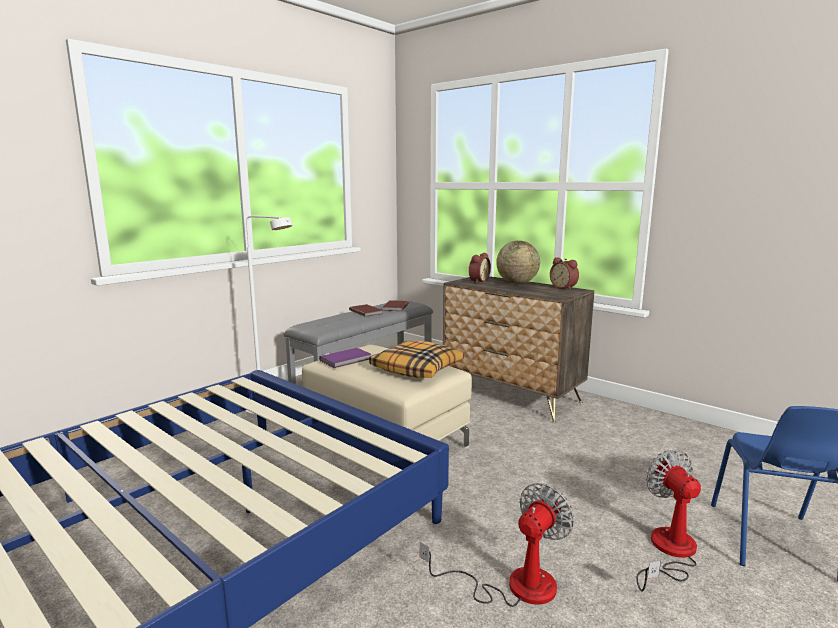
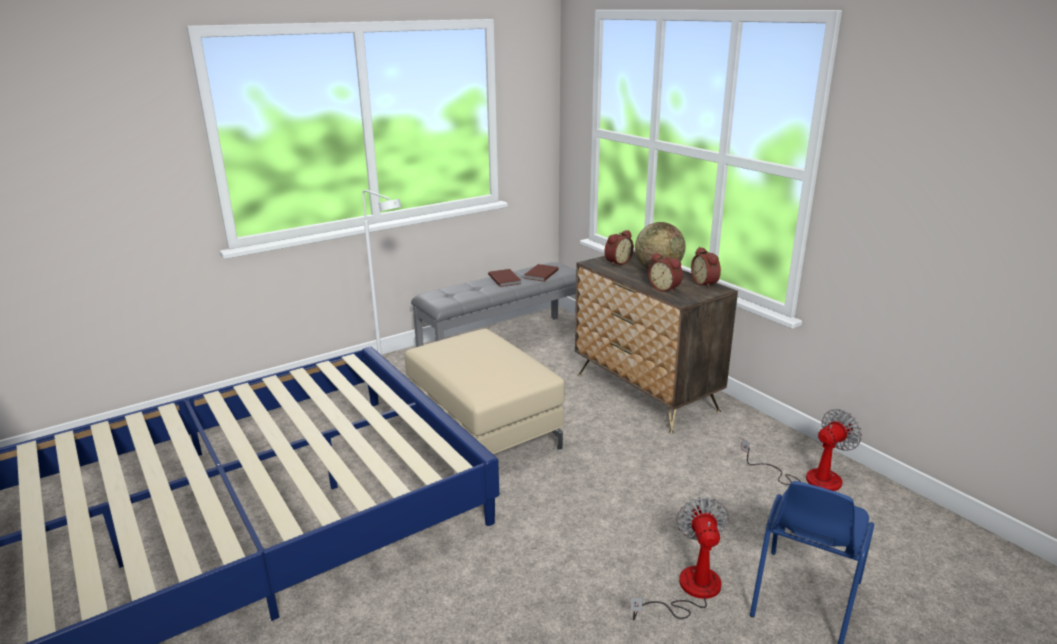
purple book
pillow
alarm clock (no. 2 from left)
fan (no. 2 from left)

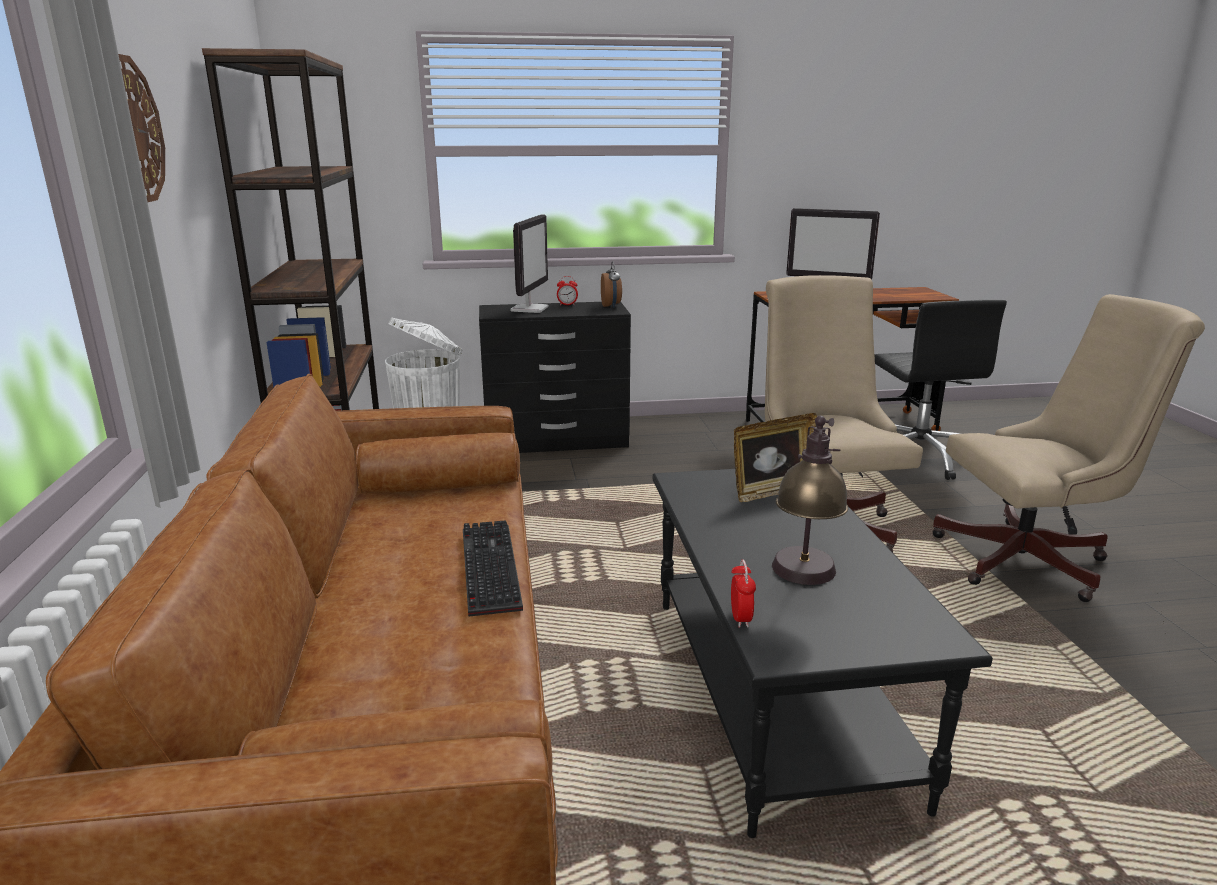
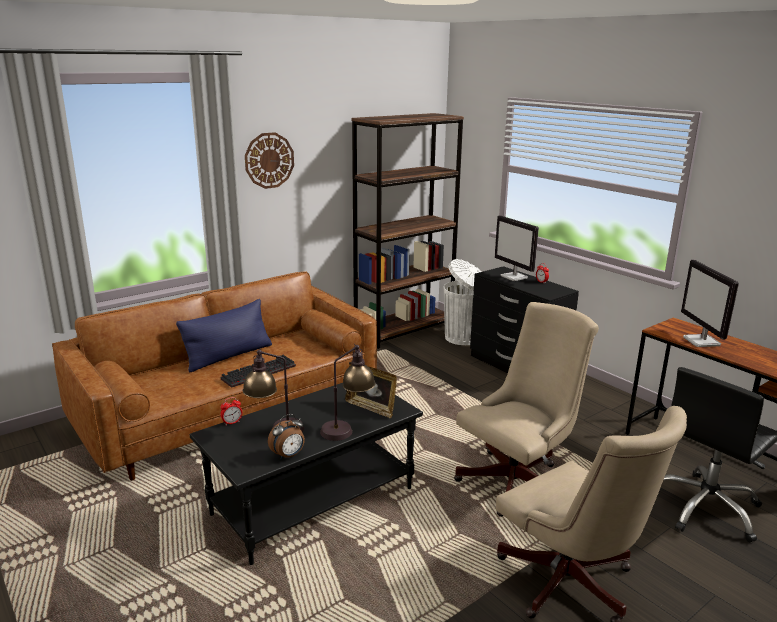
blue pillow
table lamp (no. 2 from left)
alarm clock (no. 2 from left)
monitor (no. 1 from left)

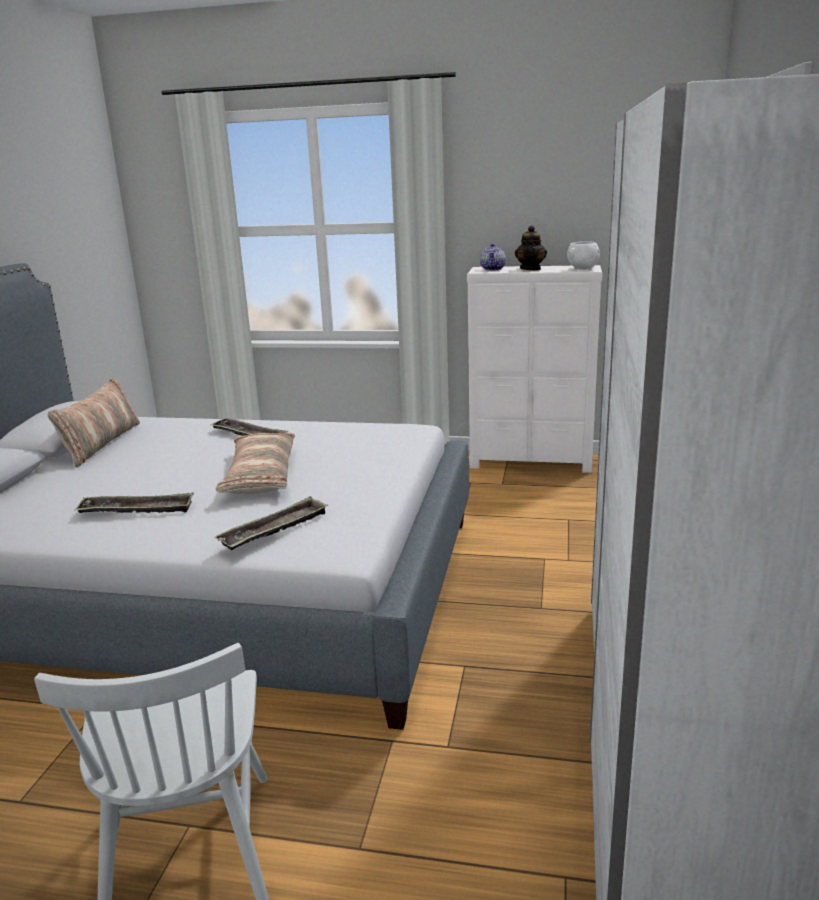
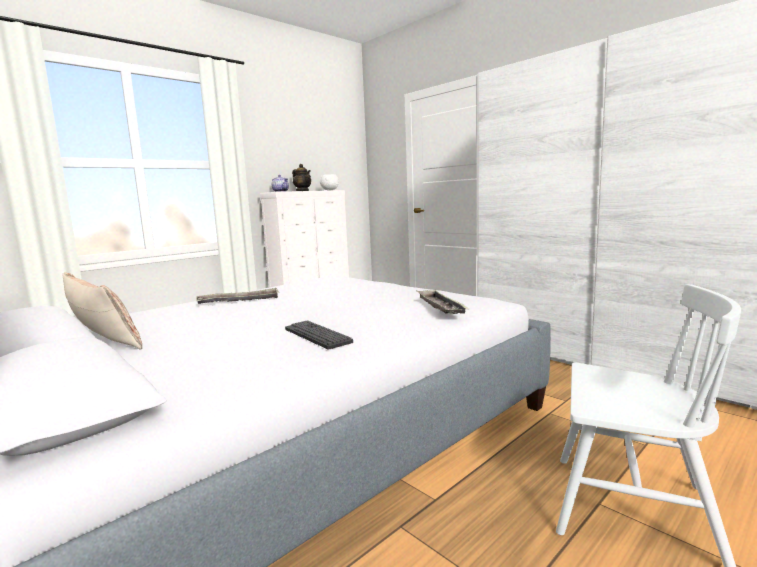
pillow (no. 2 from left in the first image)
keyboard

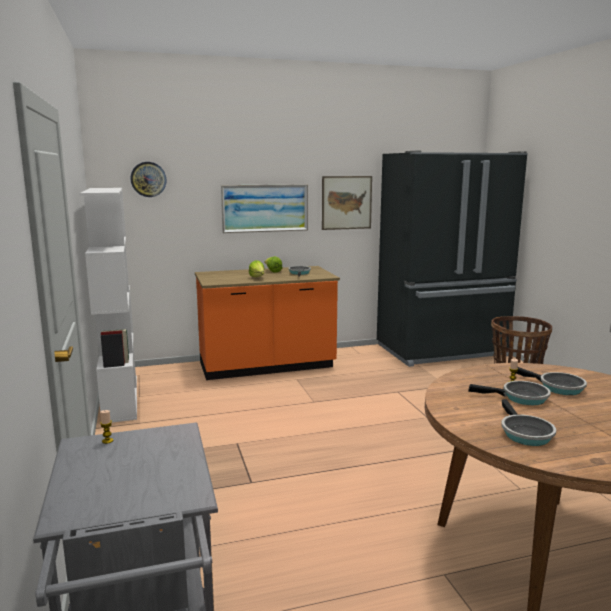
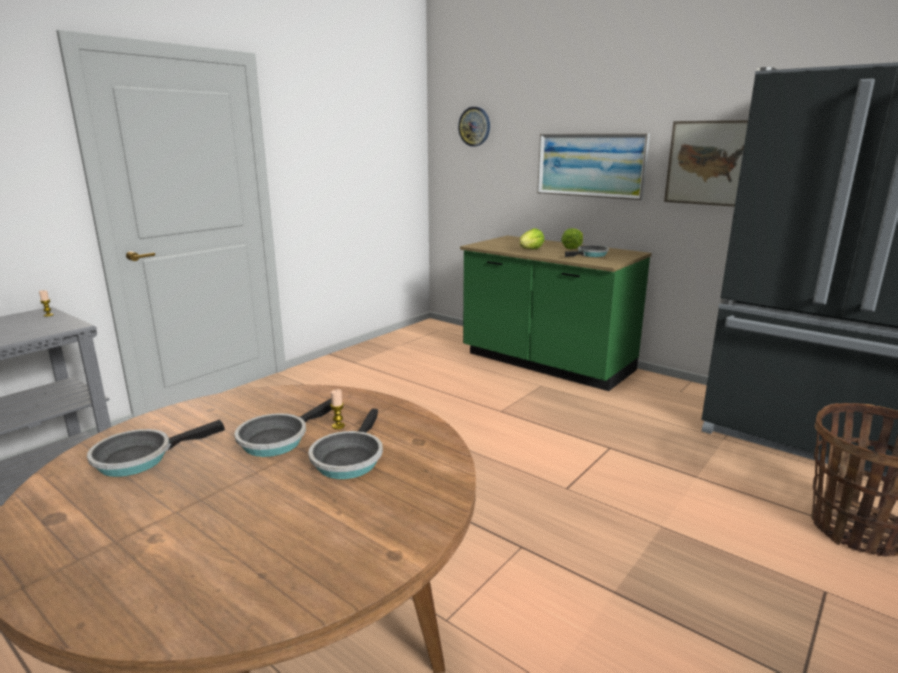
white bookcase
green counter
frying pan (no. 2 from left)

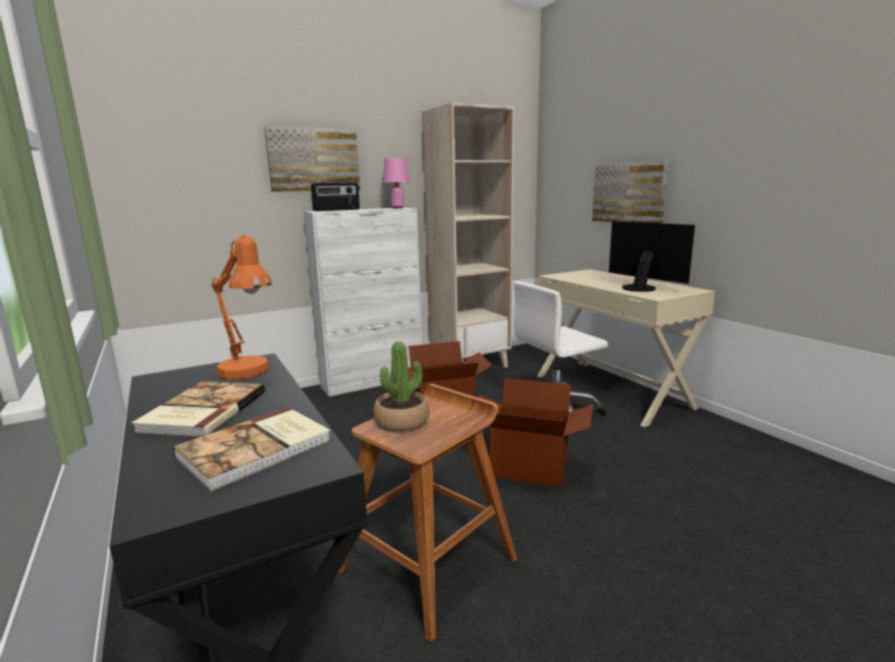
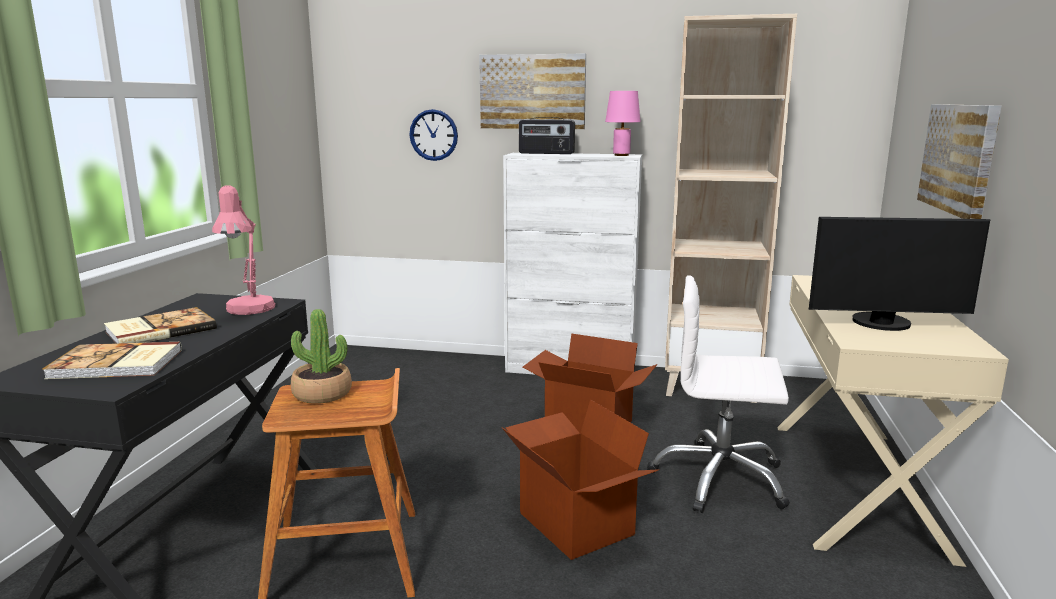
wall clock
pink table lamp (no. 1 from left)
monitor

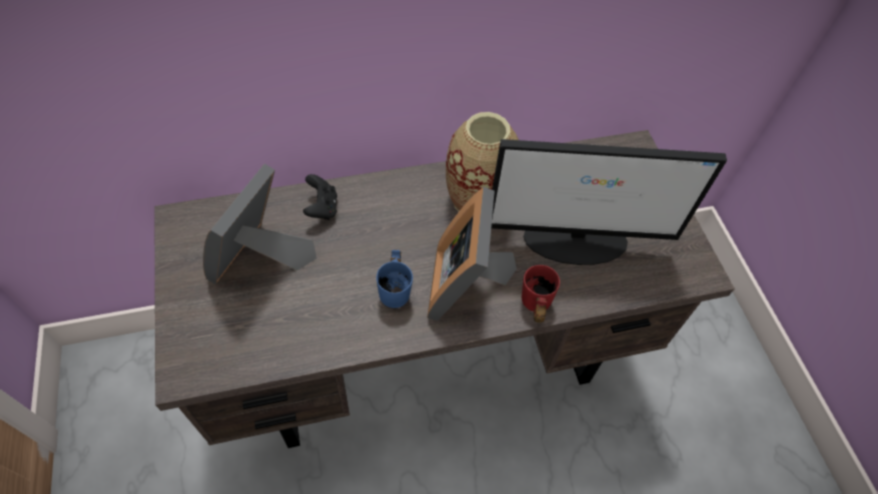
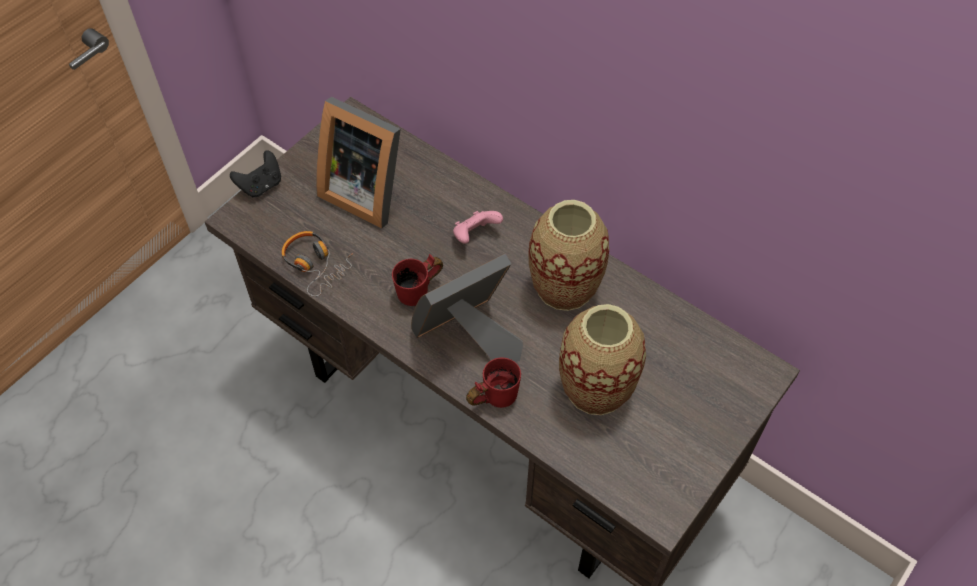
headphones
pink game controller
black game controller
vase (no. 2 from left)
red mug (no. 1 from left)
picture frame (no. 1 from left)

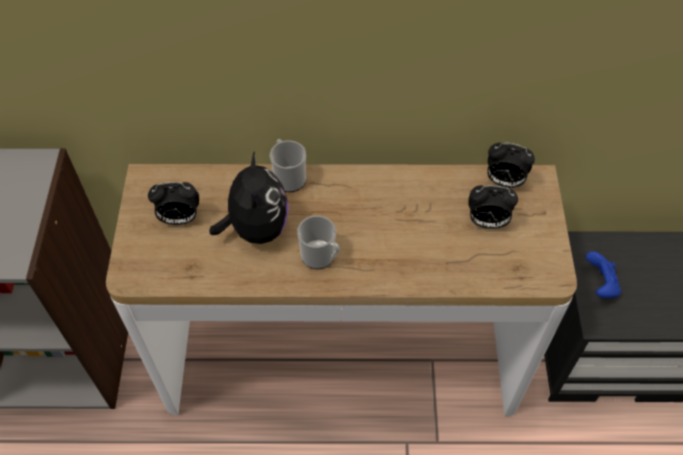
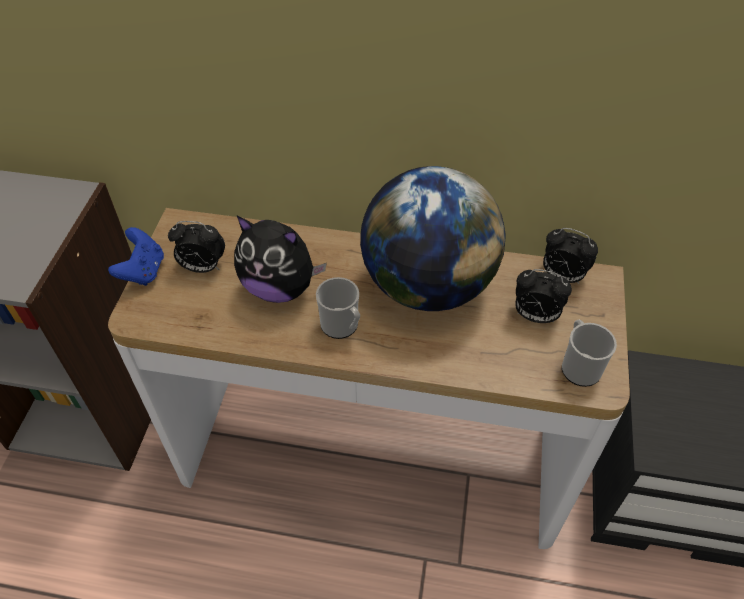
globe
mug (no. 2 from left)
blue game controller
plush toy

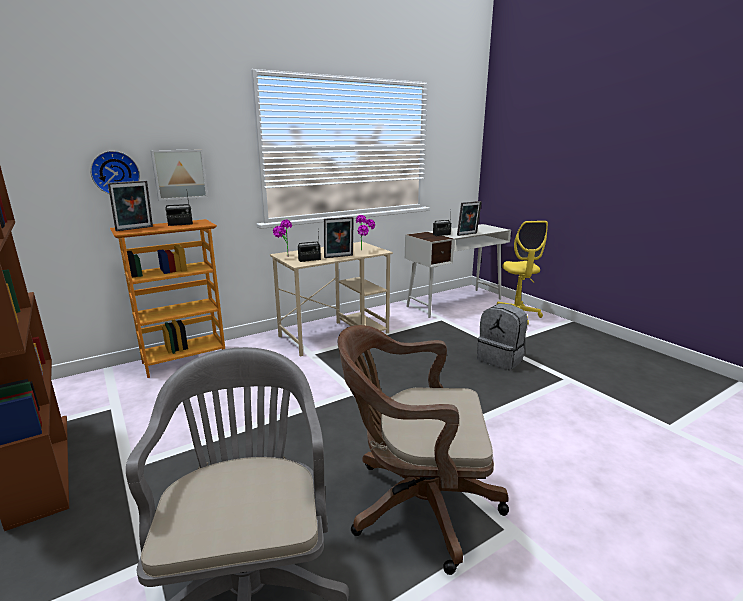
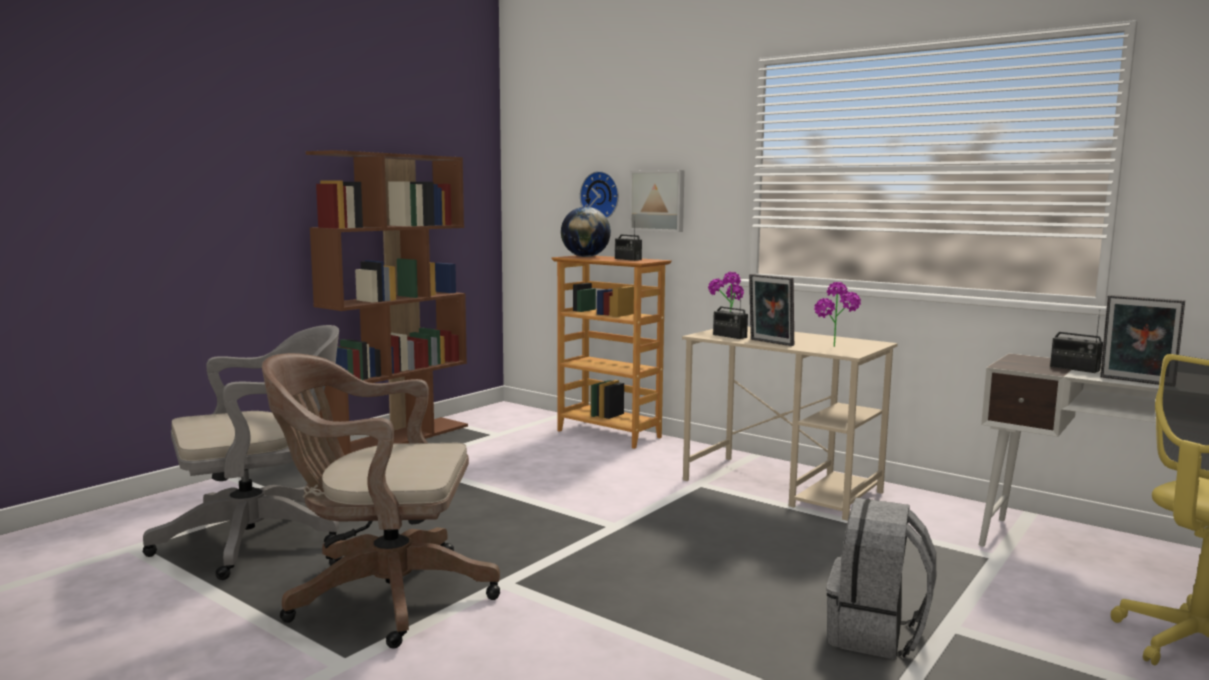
globe
brown office chair

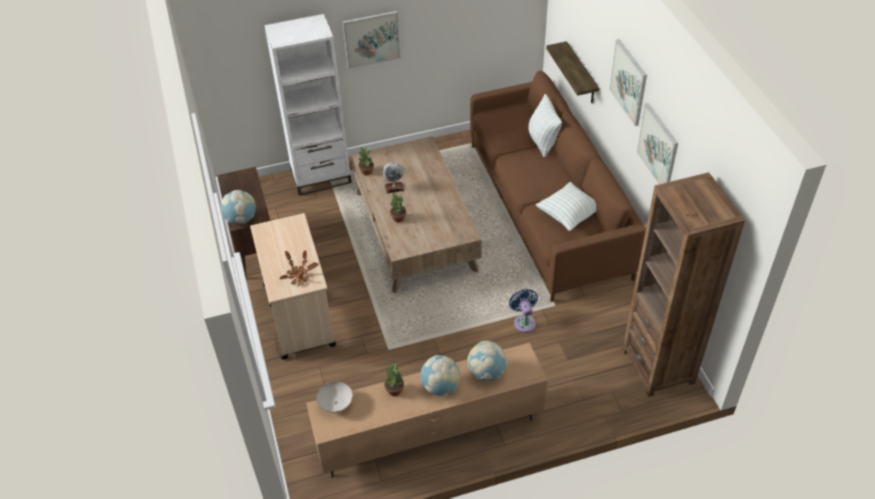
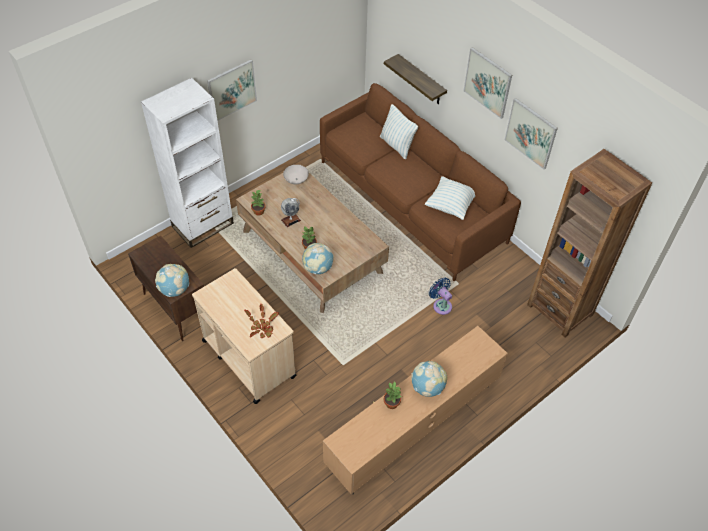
white bowl
globe (no. 3 from left)

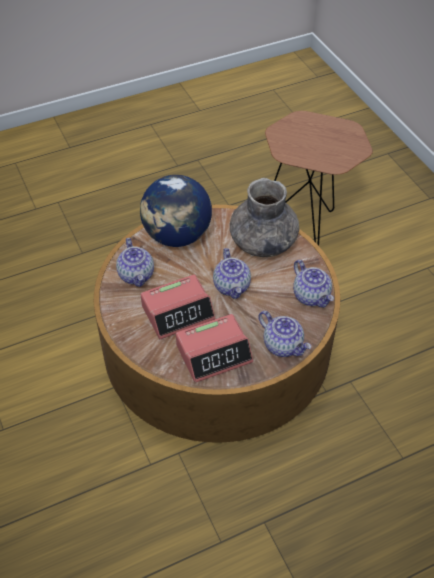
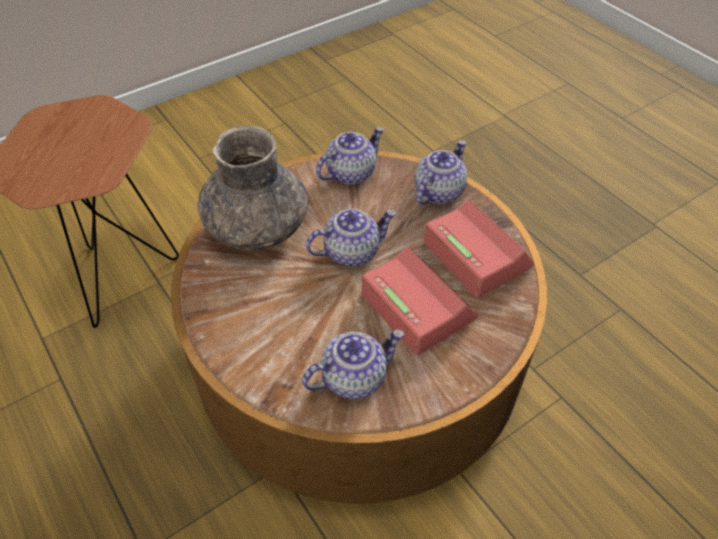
globe

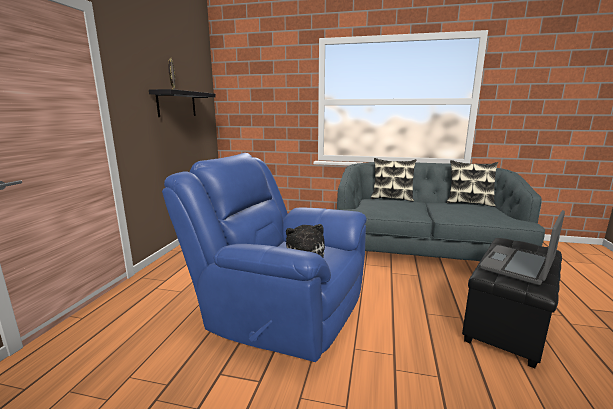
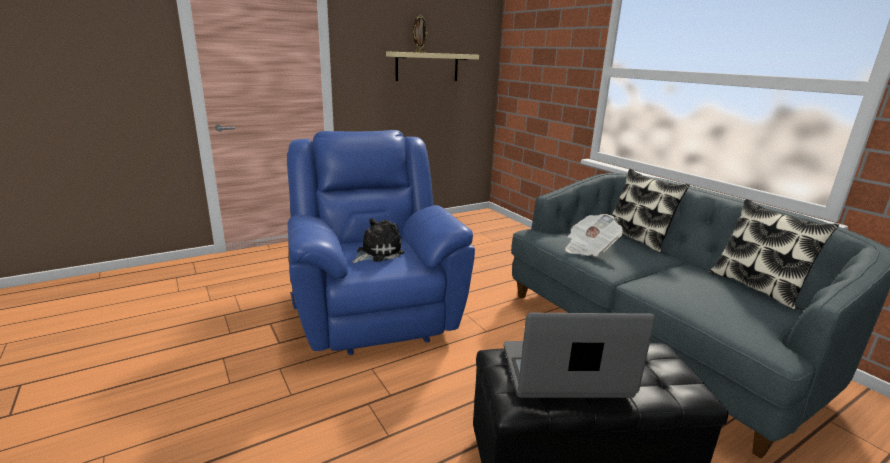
newspaper
beige shelf

